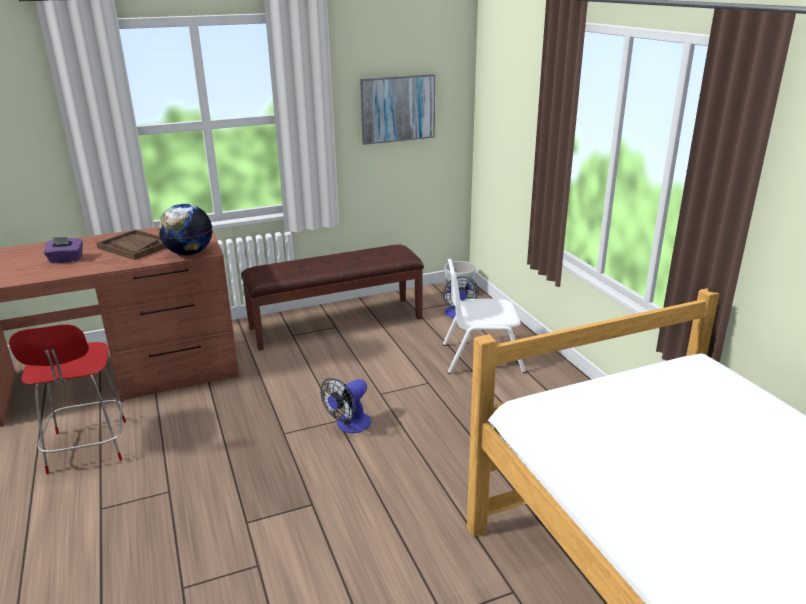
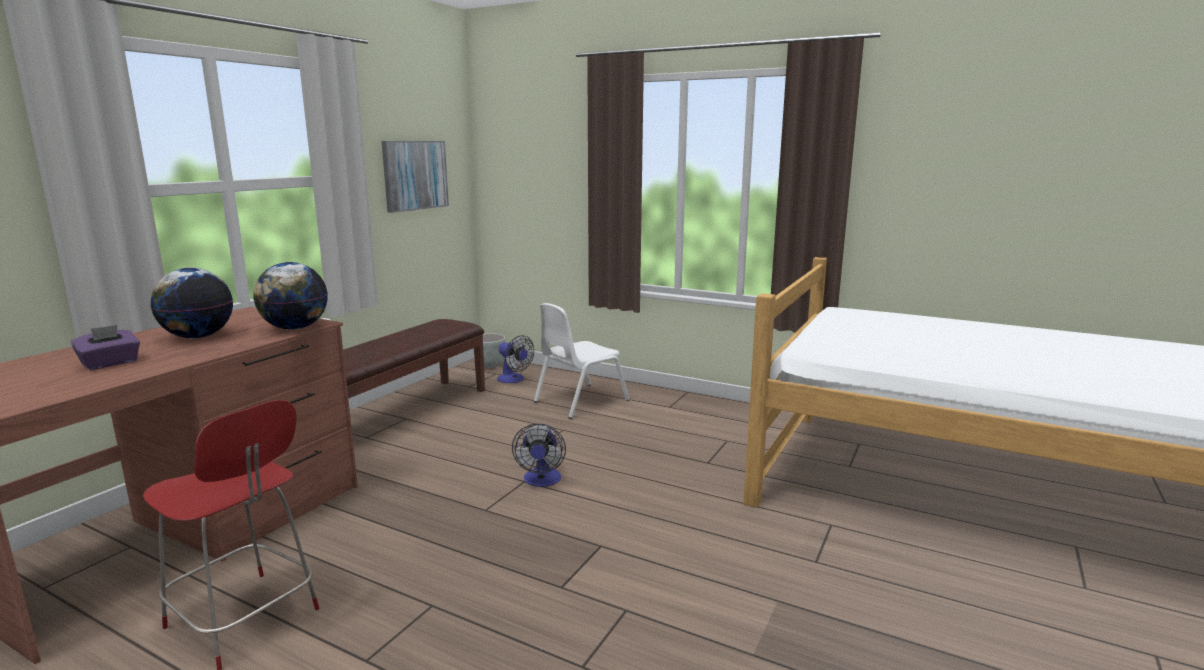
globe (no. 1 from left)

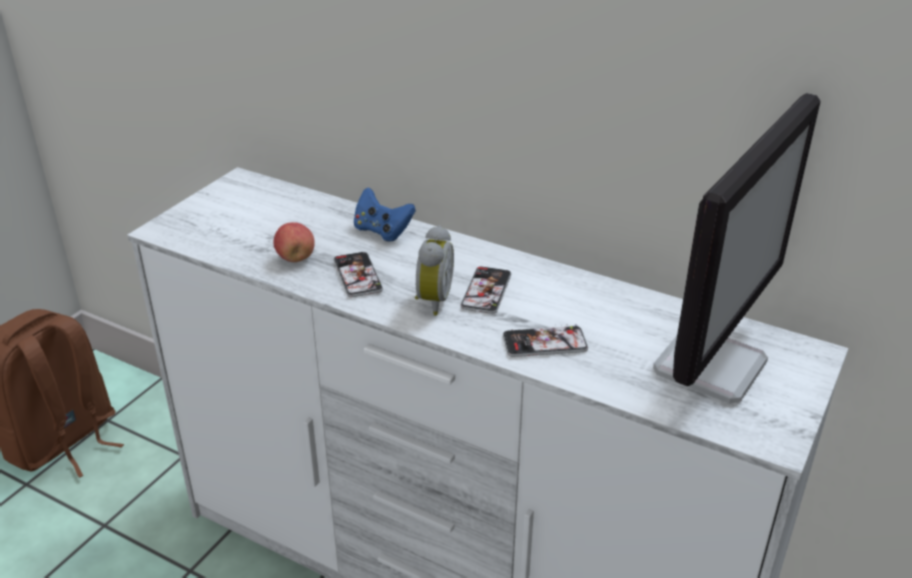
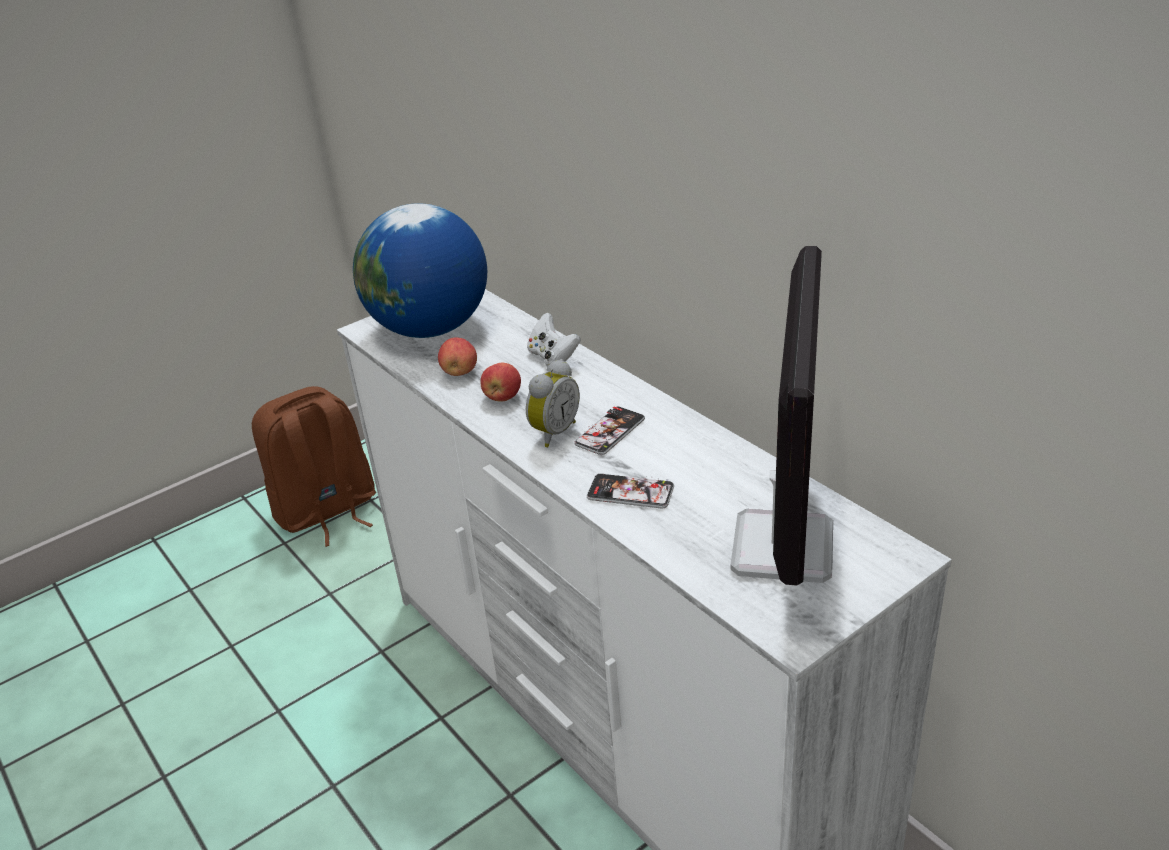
globe
apple (no. 2 from left)
white game controller
monitor

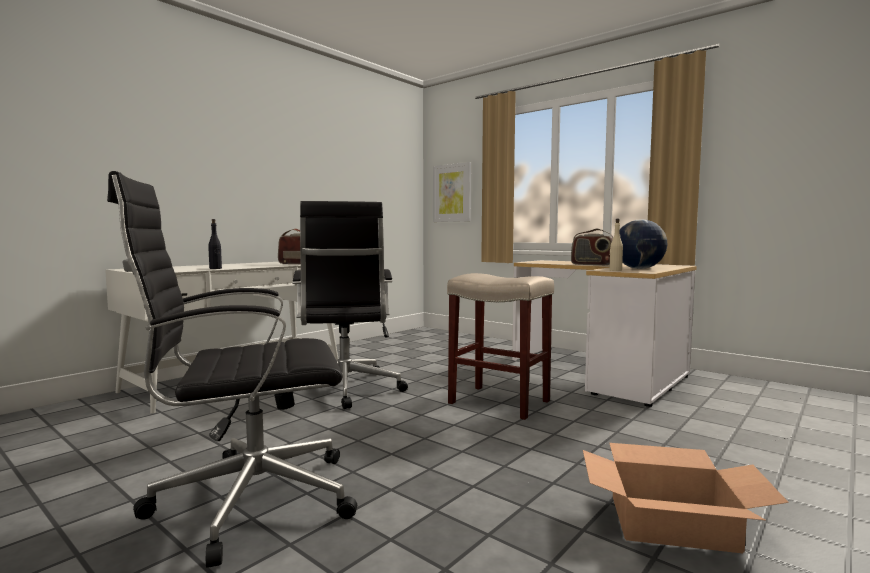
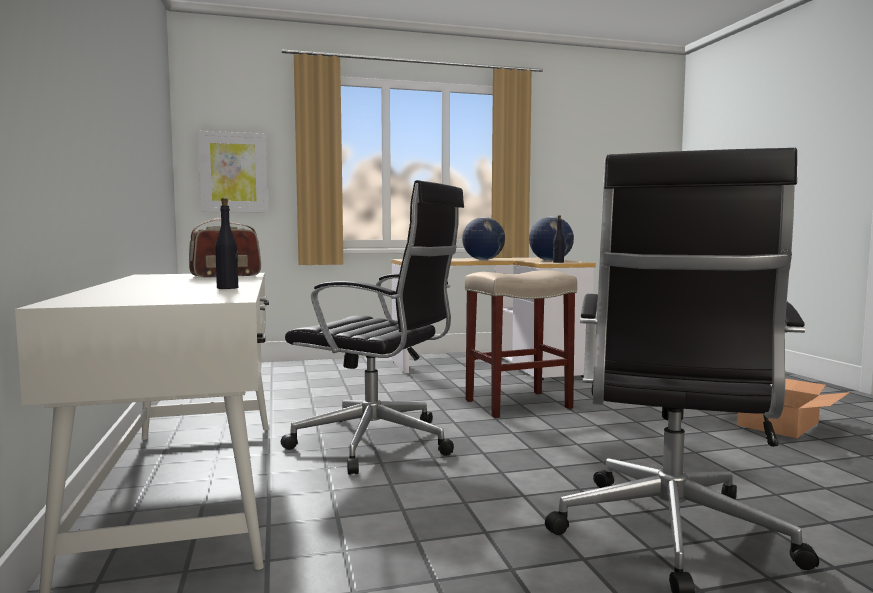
globe (no. 1 from left)
black bottle (no. 2 from left)

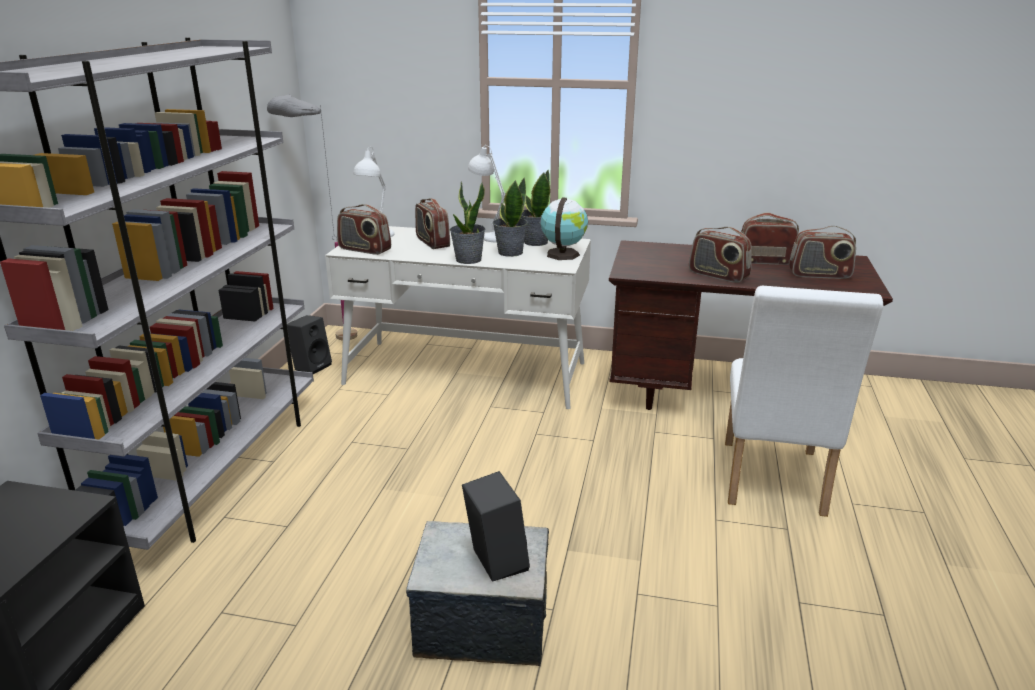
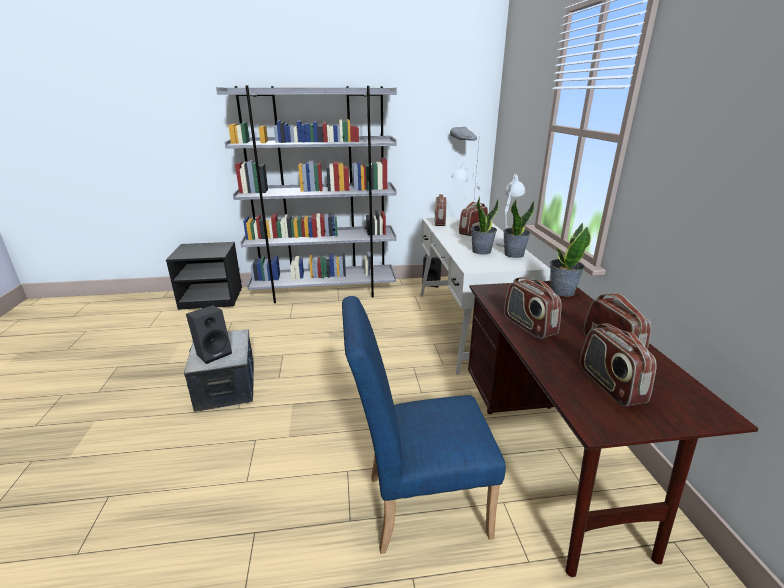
globe
potted plant (no. 3 from left)
blue chair
radio (no. 3 from left)

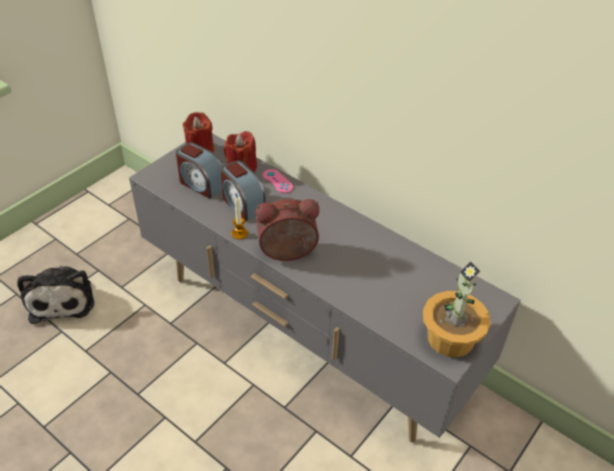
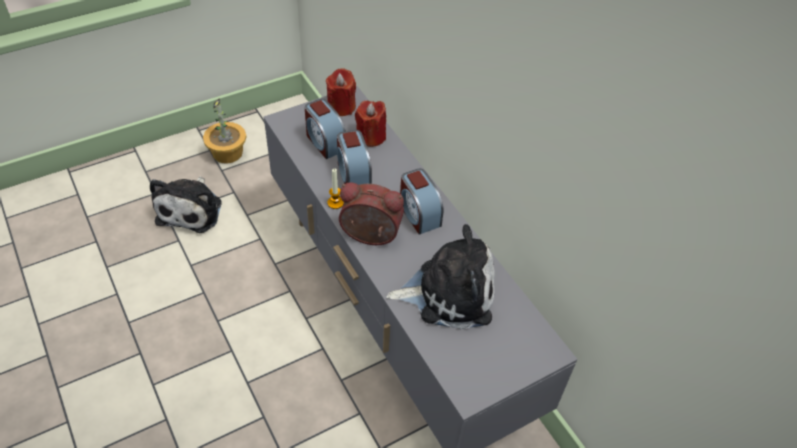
pink game controller
plush toy (no. 2 from left)
alarm clock (no. 4 from left)
potted plant

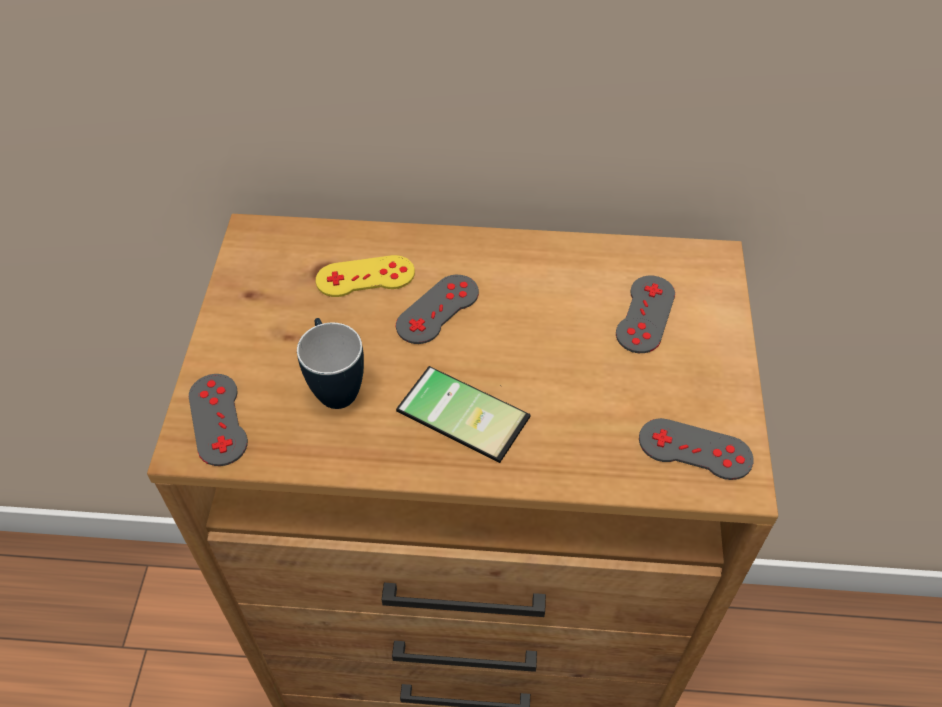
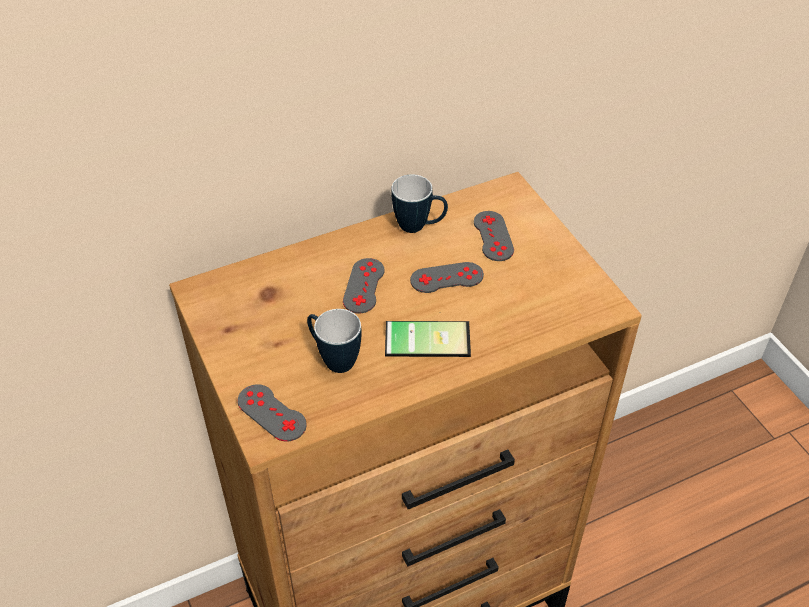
yellow game controller
mug (no. 2 from left)
grey game controller (no. 3 from left)

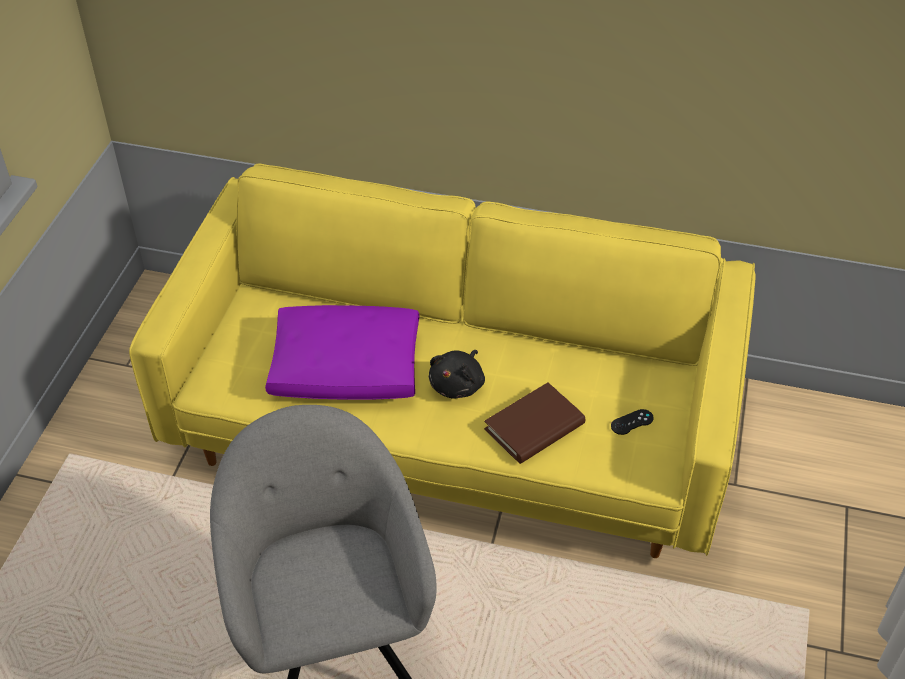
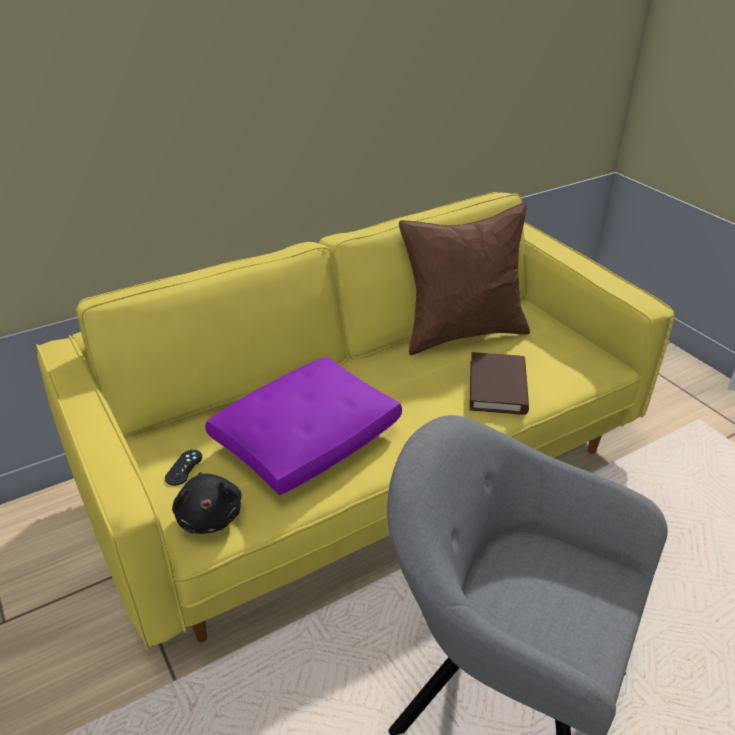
brown pillow
black plush toy
black game controller

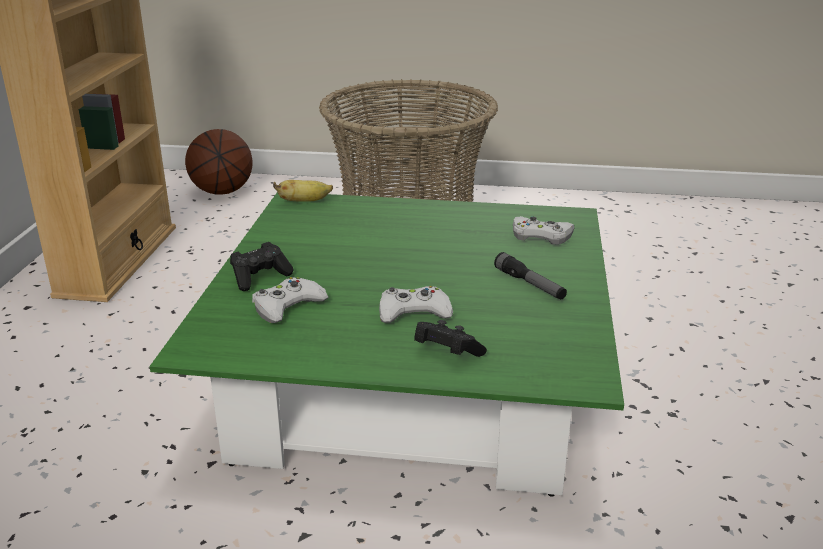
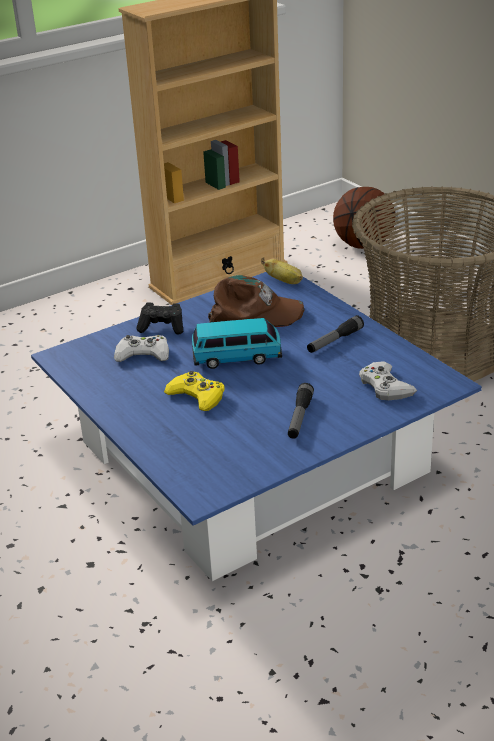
black game controller (no. 2 from left in the first image)
toy car
brown cap
flashlight (no. 2 from left)
blue coffee table
yellow game controller

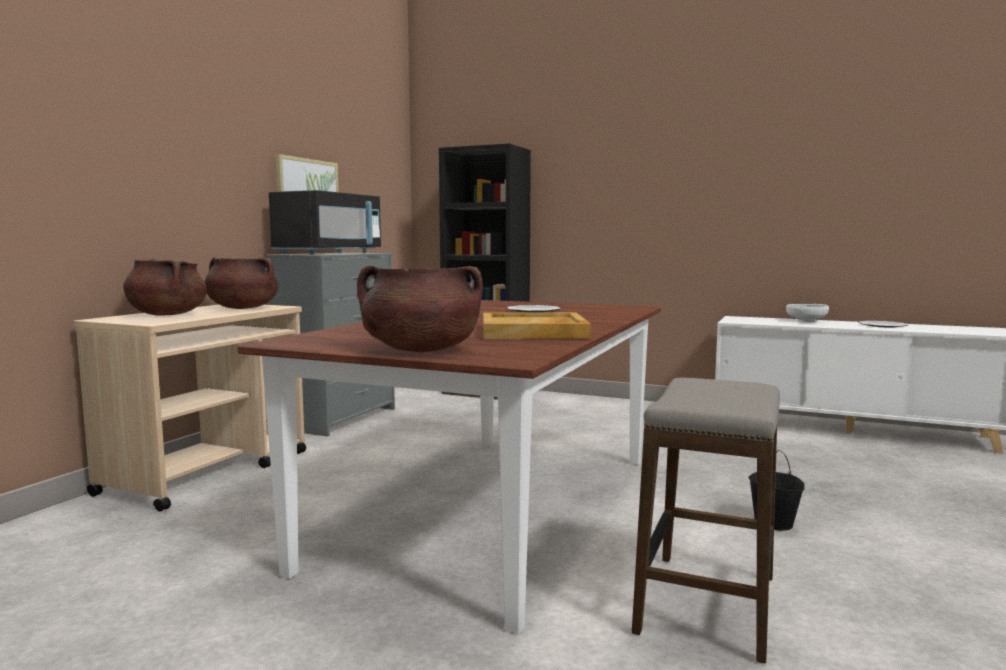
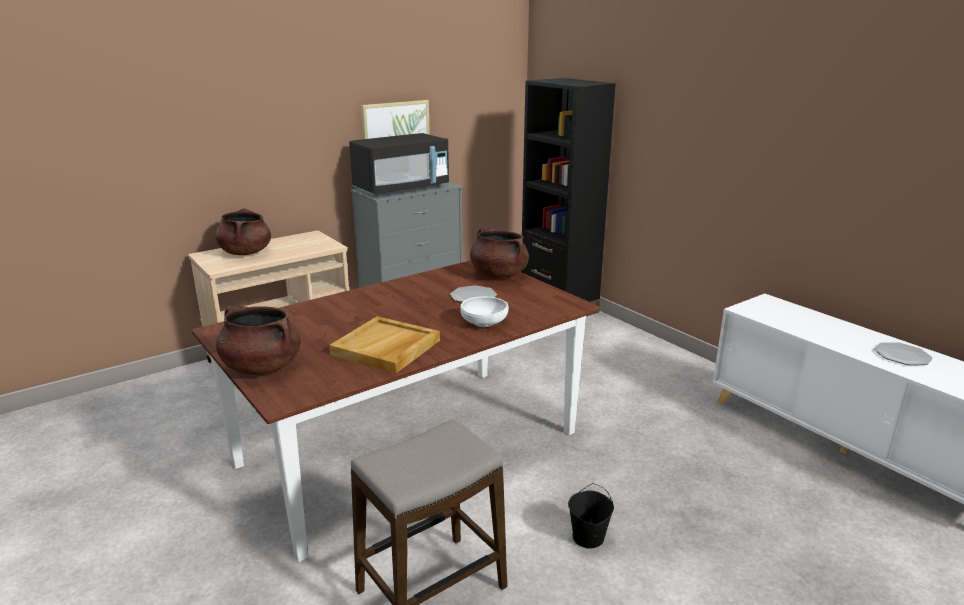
brown cooking pot (no. 3 from left)
white bowl

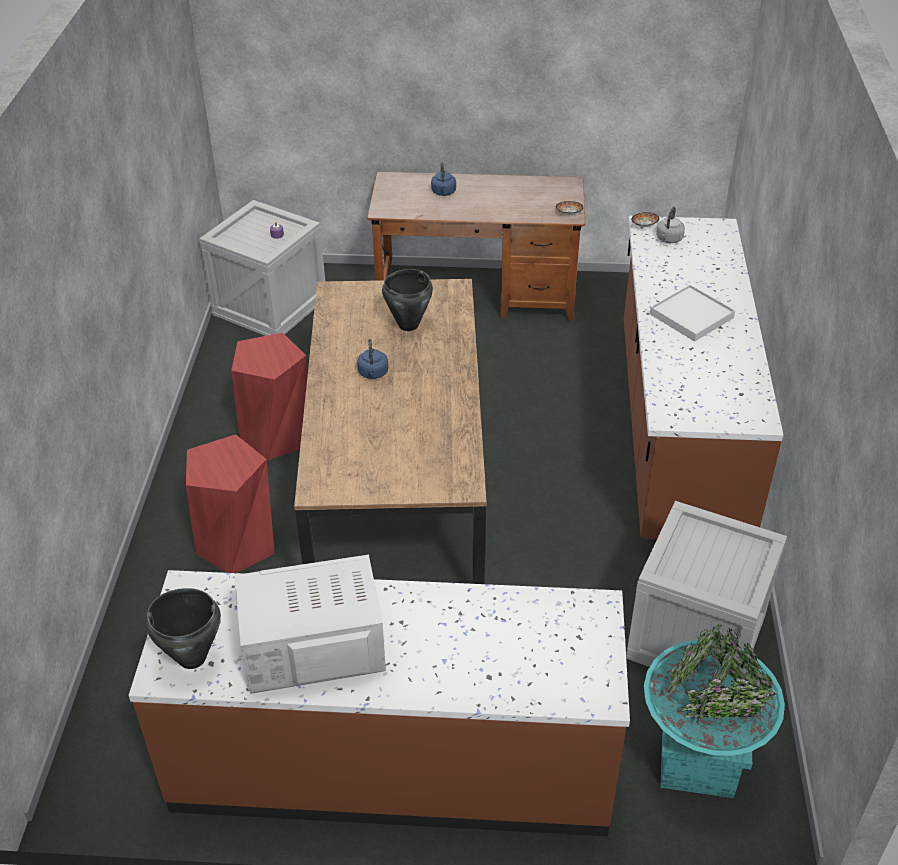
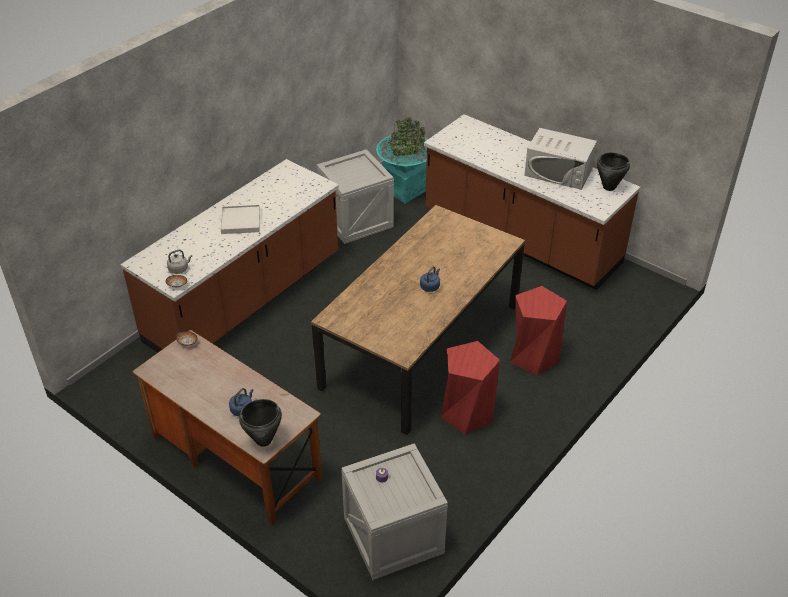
black cooking pot (no. 1 from left)

